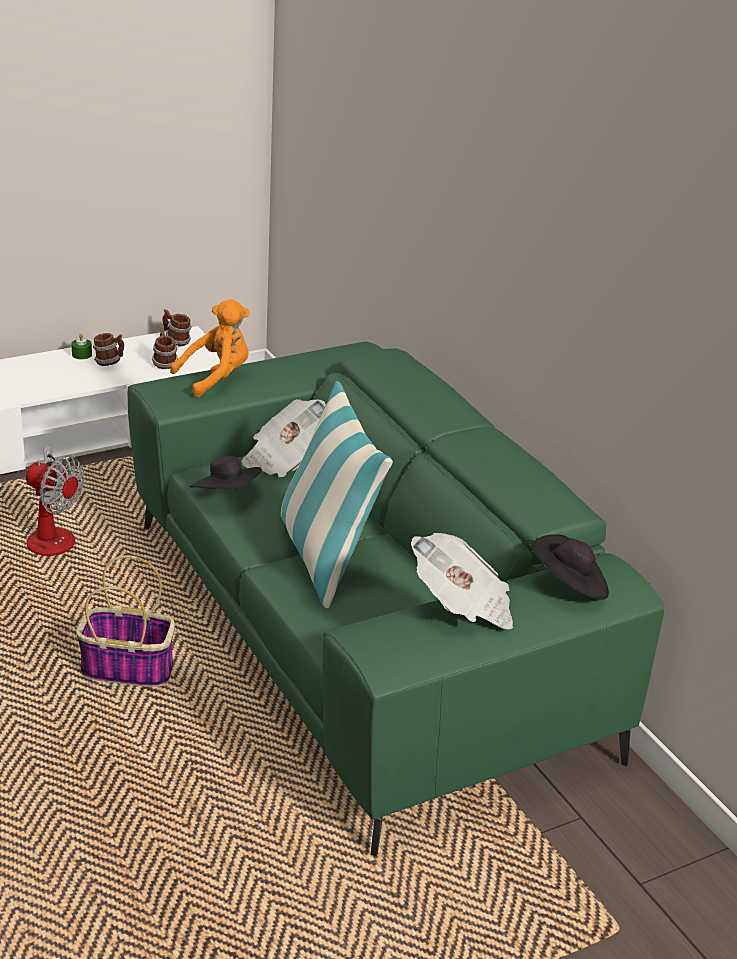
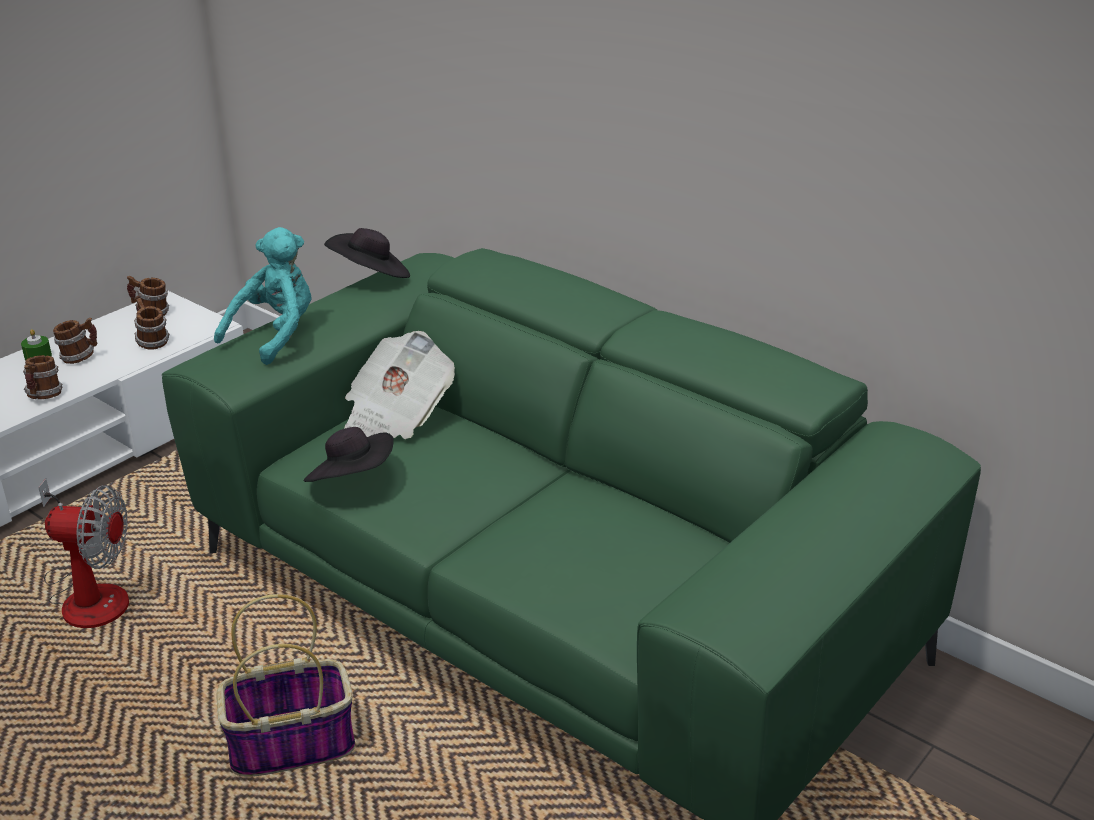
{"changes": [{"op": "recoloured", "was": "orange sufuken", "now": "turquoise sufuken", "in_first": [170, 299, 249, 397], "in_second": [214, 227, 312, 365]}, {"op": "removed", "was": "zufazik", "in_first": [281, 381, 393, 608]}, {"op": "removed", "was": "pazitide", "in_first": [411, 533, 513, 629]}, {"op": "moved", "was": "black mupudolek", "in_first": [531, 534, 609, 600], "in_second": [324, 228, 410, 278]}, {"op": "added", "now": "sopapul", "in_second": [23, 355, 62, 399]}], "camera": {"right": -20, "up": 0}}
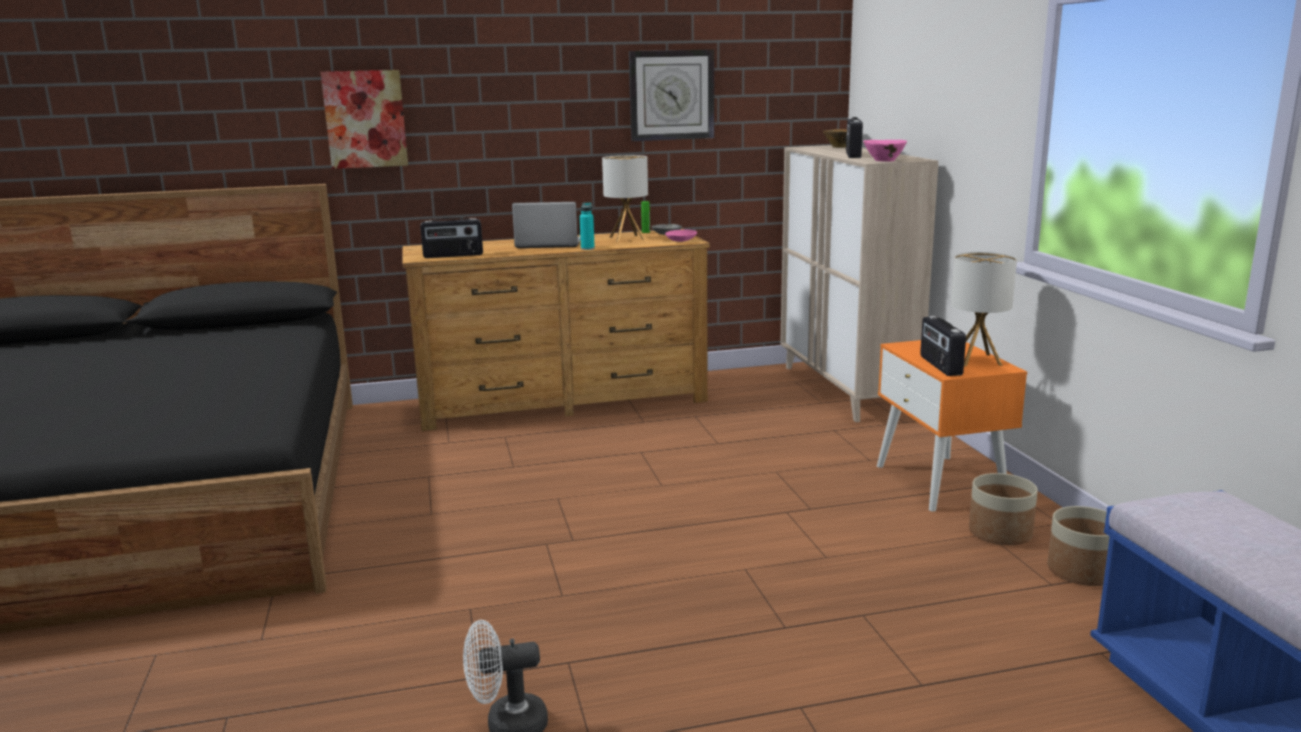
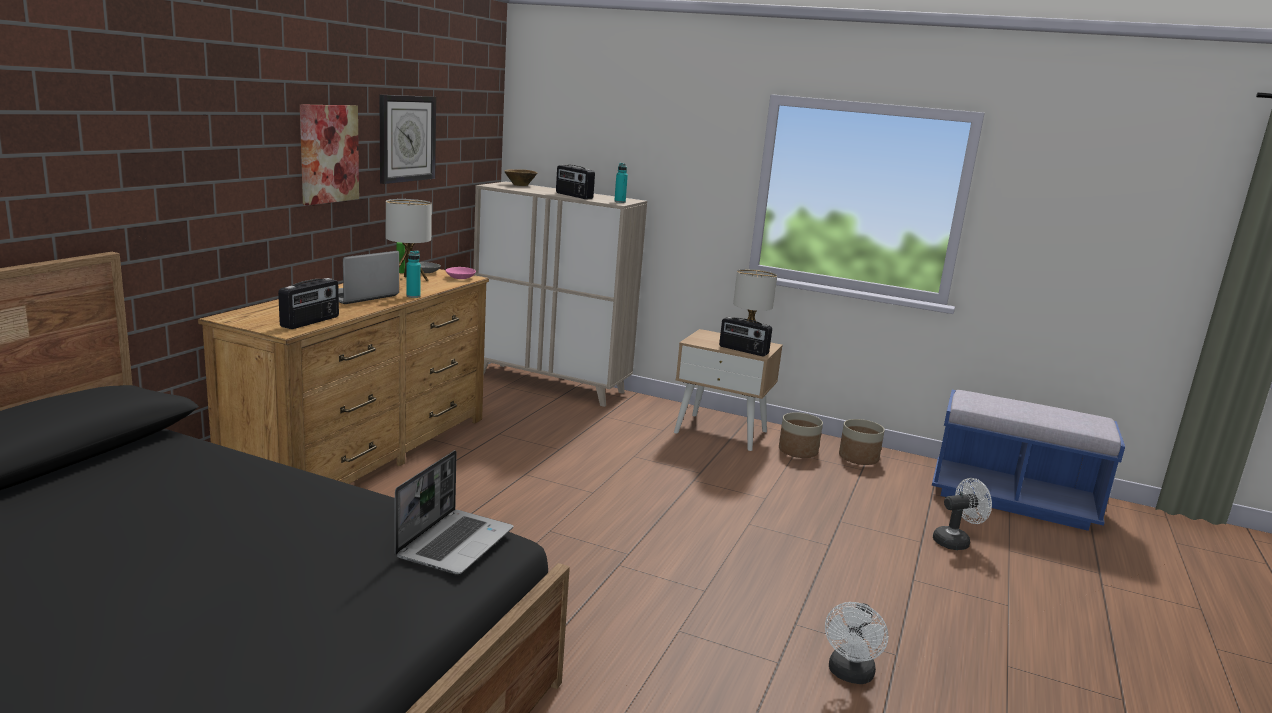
{"changes": [{"op": "moved", "was": "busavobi", "in_first": [321, 70, 408, 169], "in_second": [300, 104, 359, 205]}, {"op": "replaced", "was": "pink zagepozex", "now": "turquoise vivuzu", "in_first": [863, 140, 907, 162], "in_second": [614, 163, 628, 203]}, {"op": "recoloured", "was": "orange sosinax", "now": "beige sosinax", "in_first": [877, 340, 1027, 512], "in_second": [674, 329, 783, 451]}, {"op": "added", "now": "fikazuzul", "in_second": [395, 450, 513, 574]}, {"op": "added", "now": "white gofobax", "in_second": [933, 478, 992, 550]}], "camera": {"right": -55, "up": 0}}
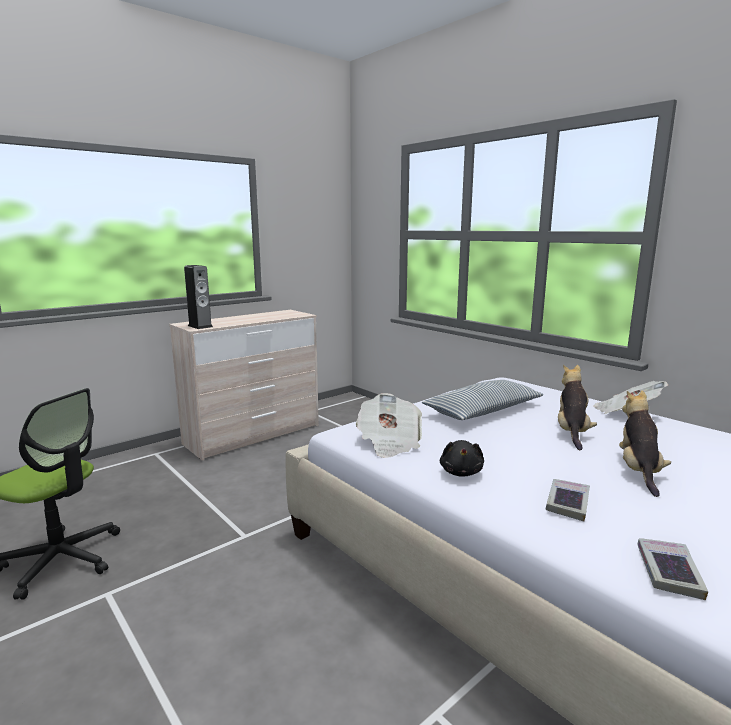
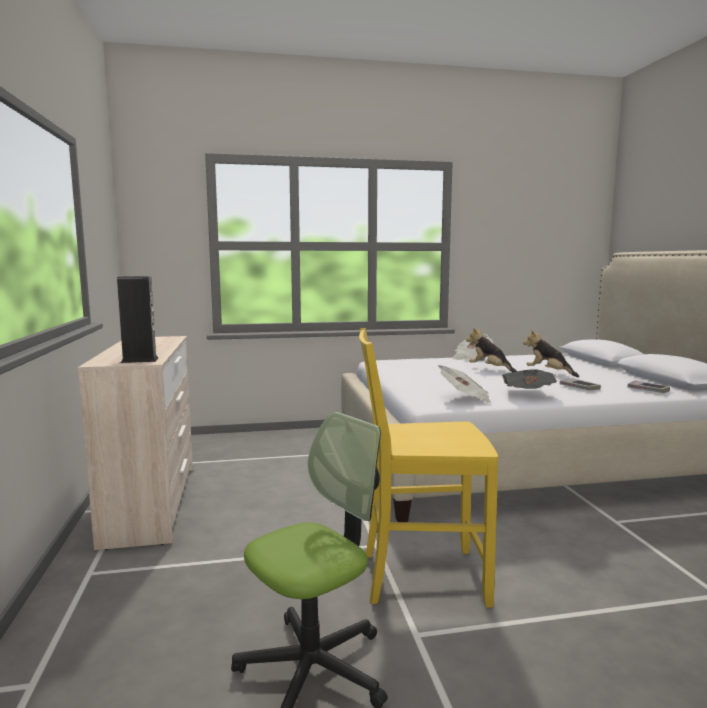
{"changes": [{"op": "removed", "was": "zufazik", "in_first": [422, 380, 543, 420]}, {"op": "replaced", "was": "black sufuken", "now": "pazitide", "in_first": [440, 440, 484, 477], "in_second": [502, 369, 557, 389]}, {"op": "added", "now": "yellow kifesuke", "in_second": [359, 328, 498, 608]}], "camera": {"right": -60, "up": -5}}
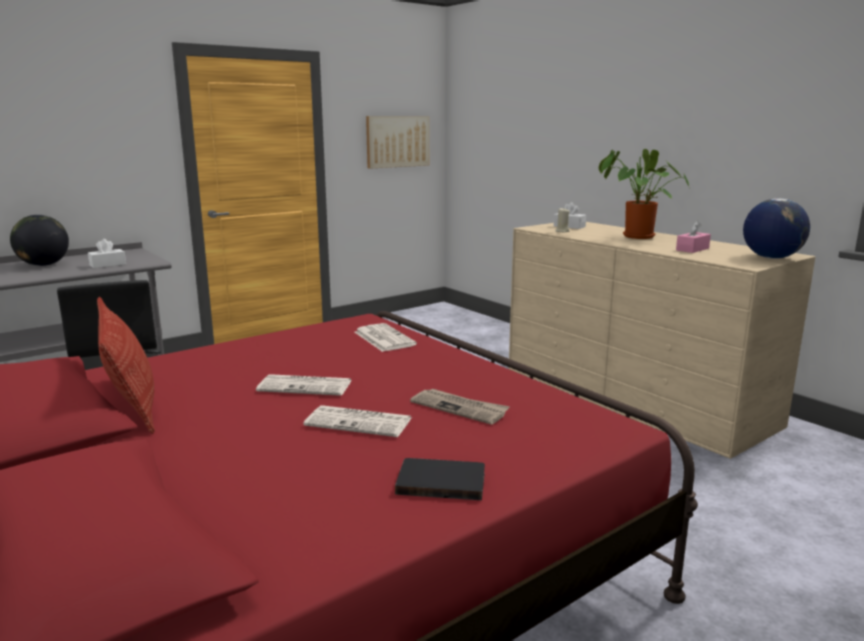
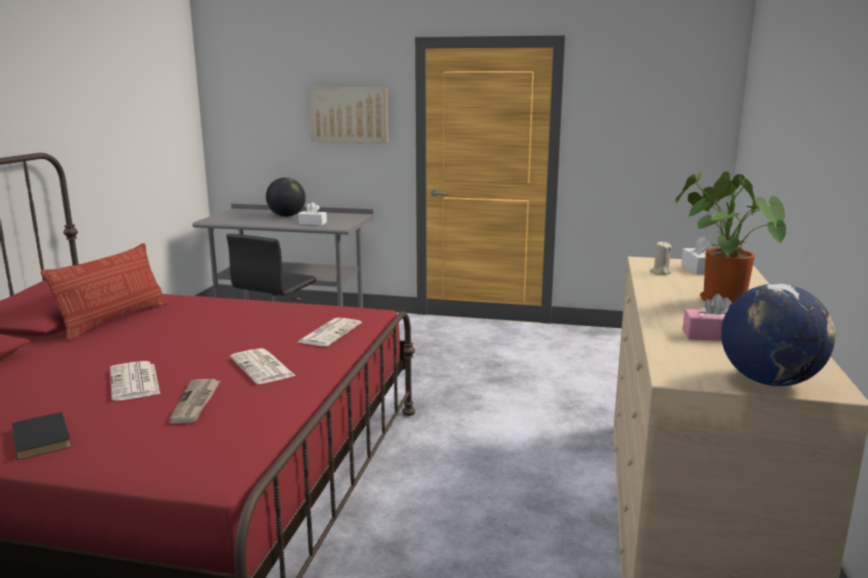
{"changes": [{"op": "moved", "was": "pazitide", "in_first": [256, 374, 352, 396], "in_second": [230, 348, 296, 384]}, {"op": "moved", "was": "busavobi", "in_first": [366, 116, 430, 169], "in_second": [309, 87, 388, 143]}], "camera": {"right": 50, "up": 0}}
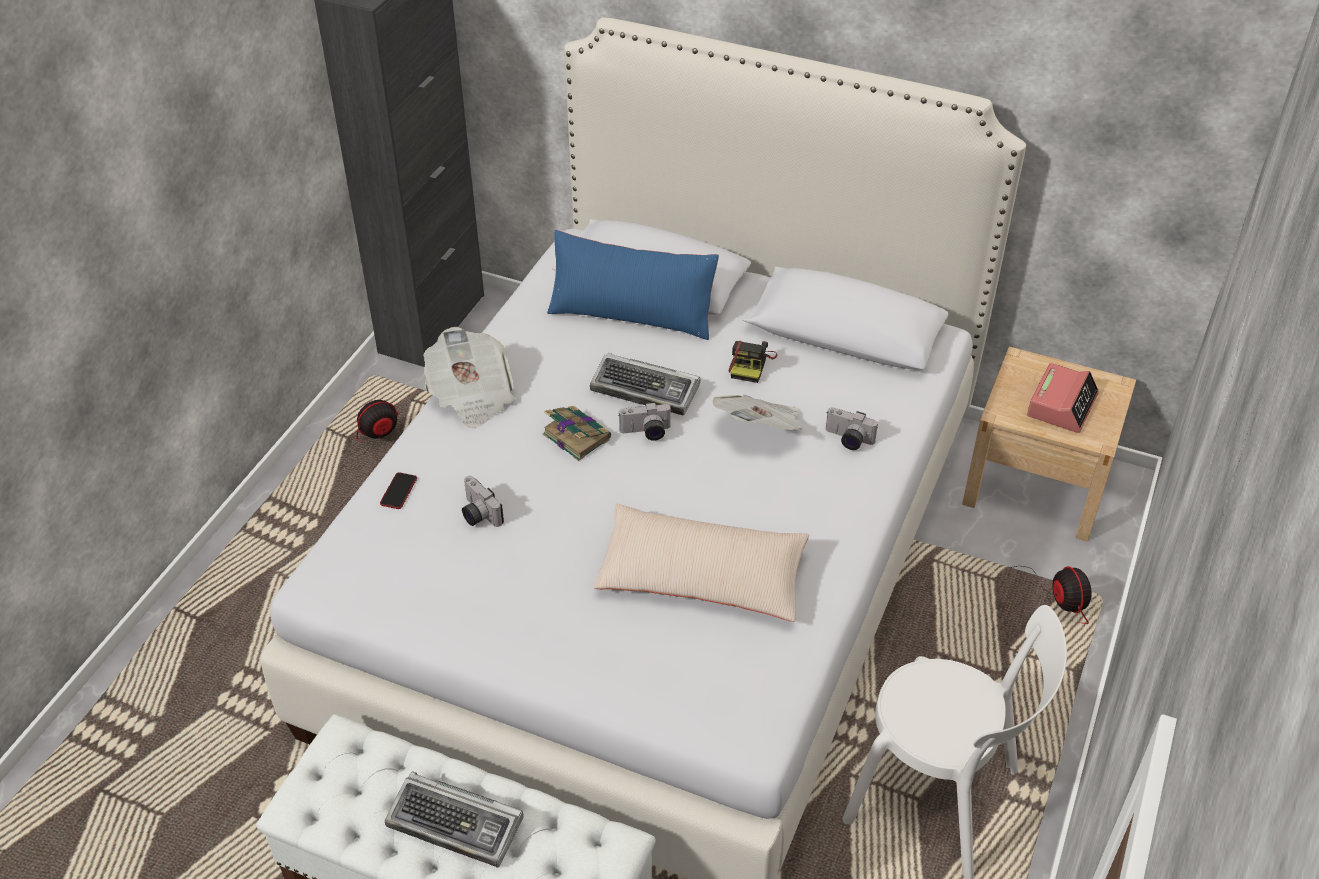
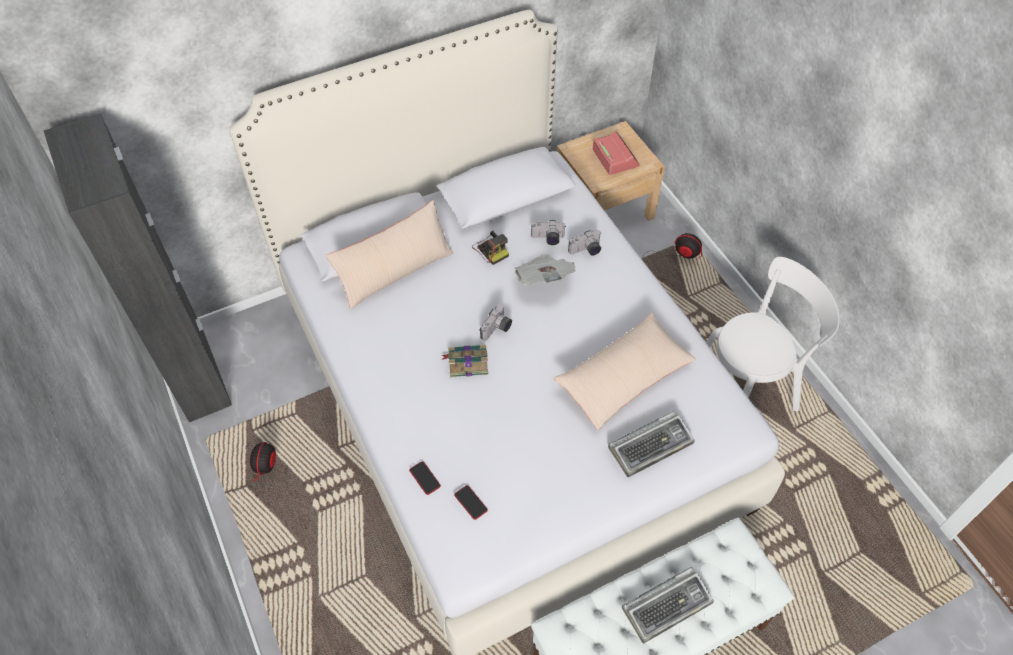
{"changes": [{"op": "removed", "was": "pazitide", "in_first": [424, 327, 515, 429]}, {"op": "moved", "was": "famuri", "in_first": [462, 476, 504, 527], "in_second": [531, 220, 565, 245]}, {"op": "recoloured", "was": "blue zufazik", "now": "beige zufazik", "in_first": [547, 230, 719, 340], "in_second": [326, 200, 453, 309]}, {"op": "moved", "was": "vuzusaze", "in_first": [590, 353, 701, 415], "in_second": [608, 411, 695, 477]}, {"op": "added", "now": "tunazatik", "in_second": [454, 485, 488, 520]}], "camera": {"right": -50, "up": 10}}
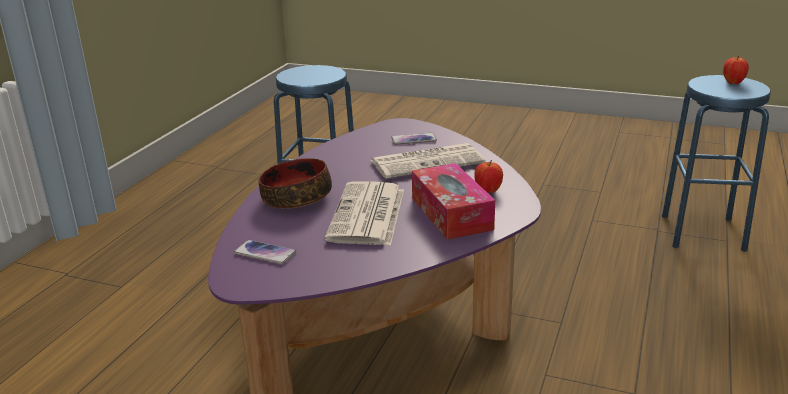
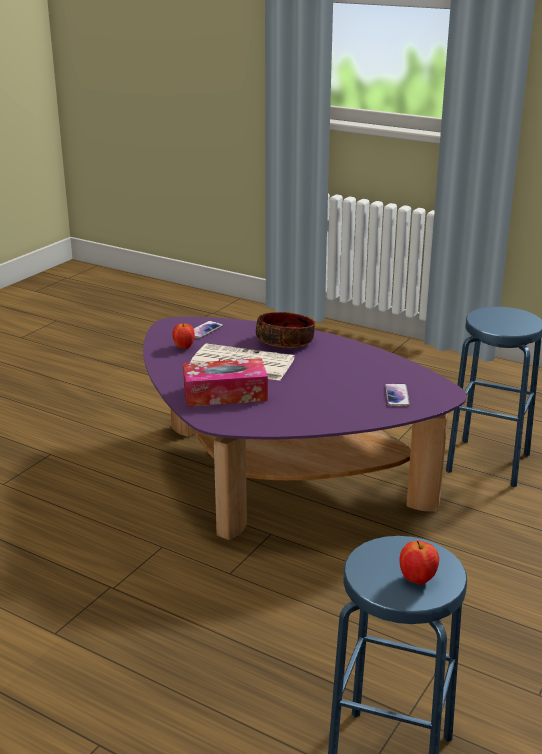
{"changes": [{"op": "removed", "was": "pazitide", "in_first": [371, 143, 486, 179]}, {"op": "moved", "was": "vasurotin", "in_first": [474, 160, 503, 193], "in_second": [172, 323, 195, 349]}], "camera": {"right": 100, "up": 0}}
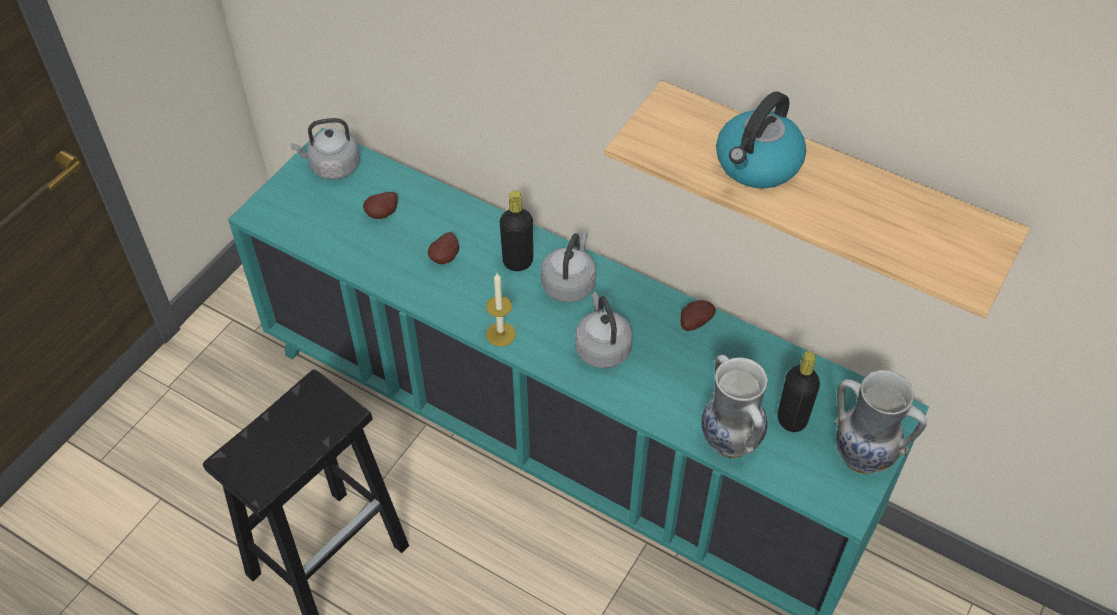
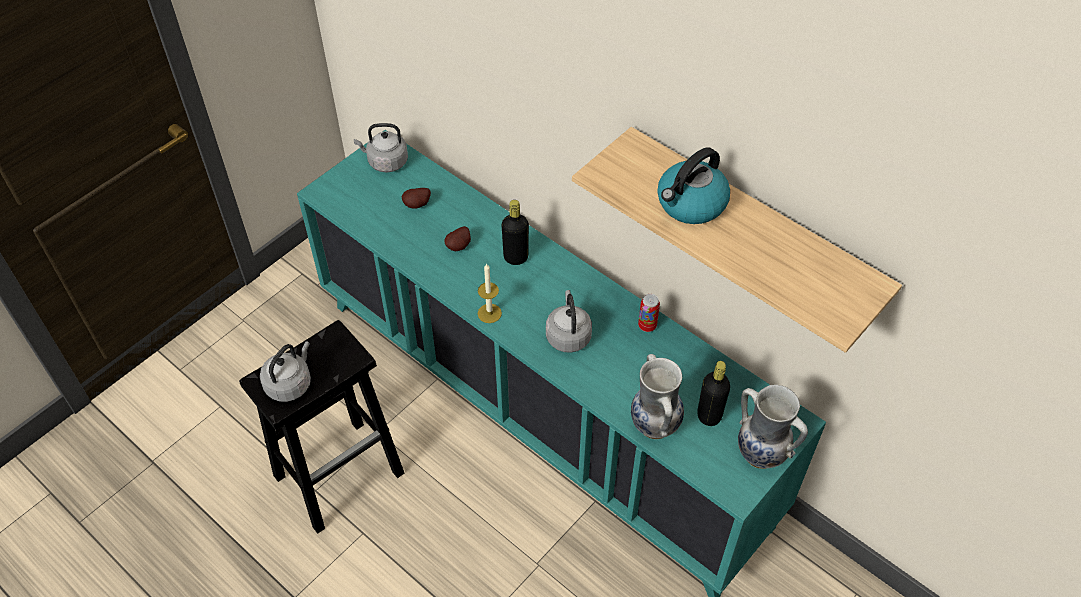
{"changes": [{"op": "moved", "was": "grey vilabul", "in_first": [541, 232, 596, 303], "in_second": [260, 341, 311, 402]}, {"op": "replaced", "was": "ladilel", "now": "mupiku", "in_first": [681, 300, 716, 331], "in_second": [638, 294, 660, 332]}], "camera": {"right": 10, "up": 0}}
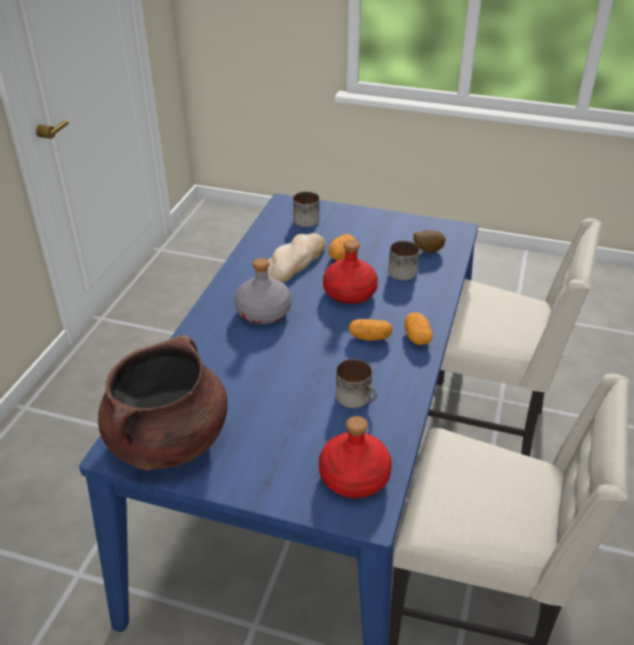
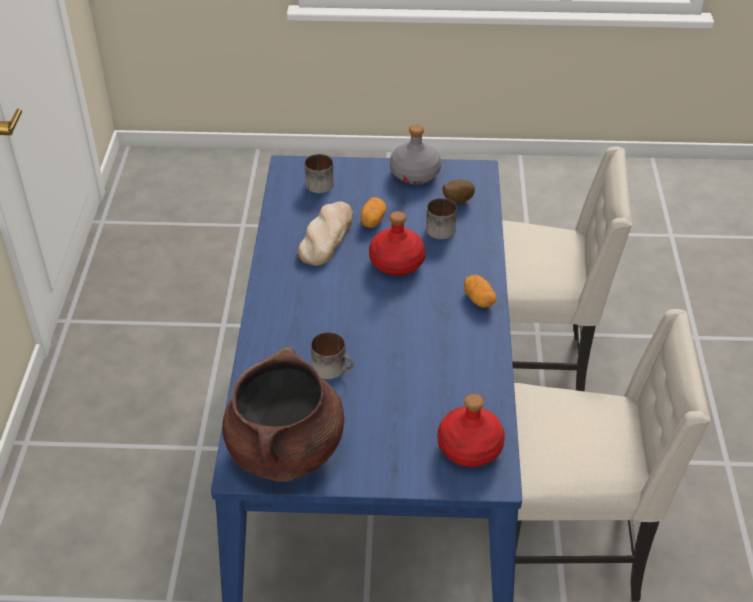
{"changes": [{"op": "moved", "was": "grey vivuzu", "in_first": [234, 258, 291, 324], "in_second": [390, 124, 441, 184]}, {"op": "moved", "was": "sopapul", "in_first": [336, 359, 377, 408], "in_second": [311, 332, 354, 379]}, {"op": "removed", "was": "ladilel", "in_first": [349, 319, 392, 341]}], "camera": {"right": -15, "up": 5}}
